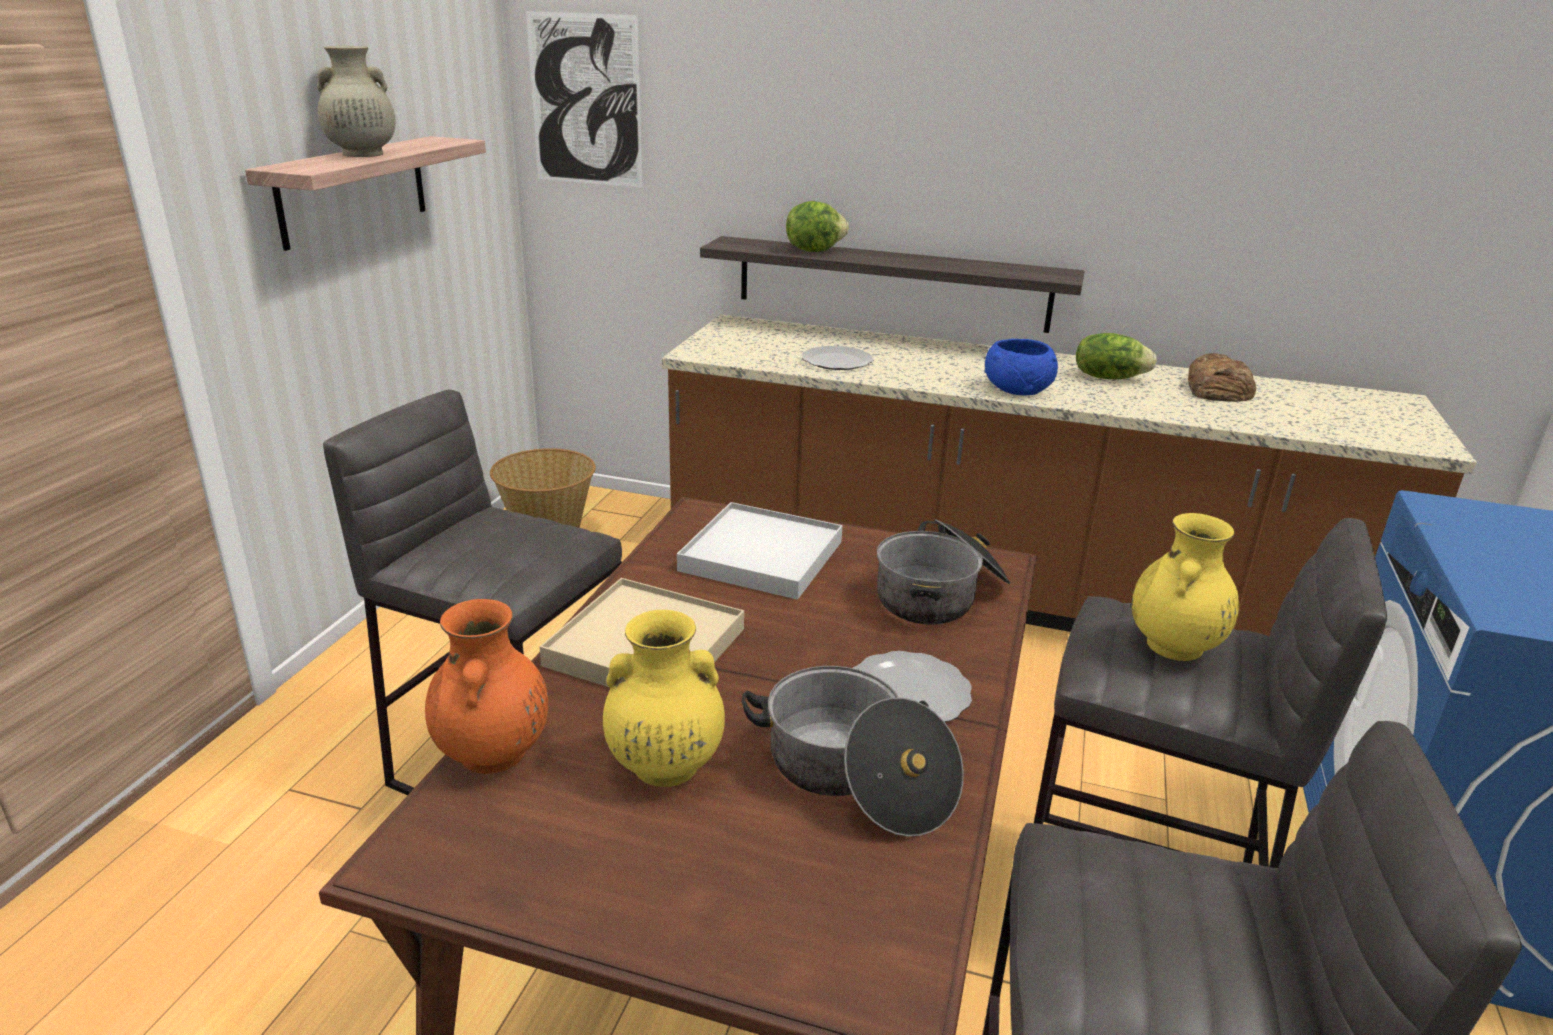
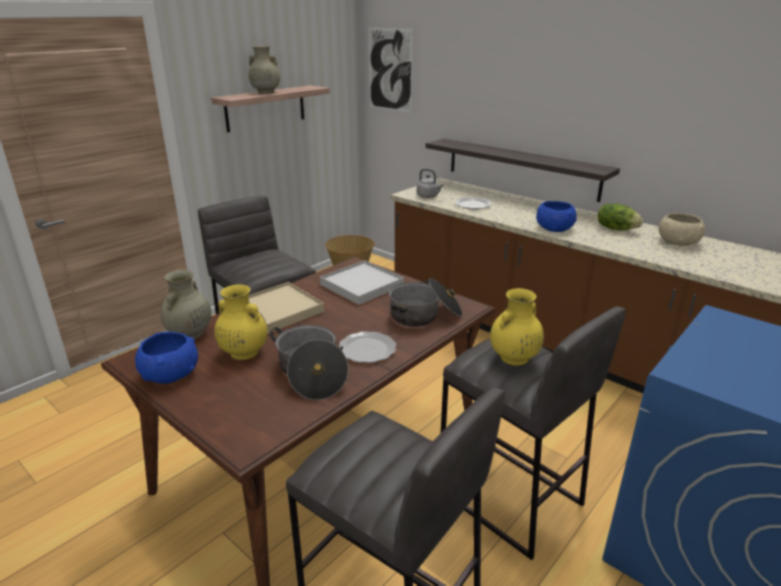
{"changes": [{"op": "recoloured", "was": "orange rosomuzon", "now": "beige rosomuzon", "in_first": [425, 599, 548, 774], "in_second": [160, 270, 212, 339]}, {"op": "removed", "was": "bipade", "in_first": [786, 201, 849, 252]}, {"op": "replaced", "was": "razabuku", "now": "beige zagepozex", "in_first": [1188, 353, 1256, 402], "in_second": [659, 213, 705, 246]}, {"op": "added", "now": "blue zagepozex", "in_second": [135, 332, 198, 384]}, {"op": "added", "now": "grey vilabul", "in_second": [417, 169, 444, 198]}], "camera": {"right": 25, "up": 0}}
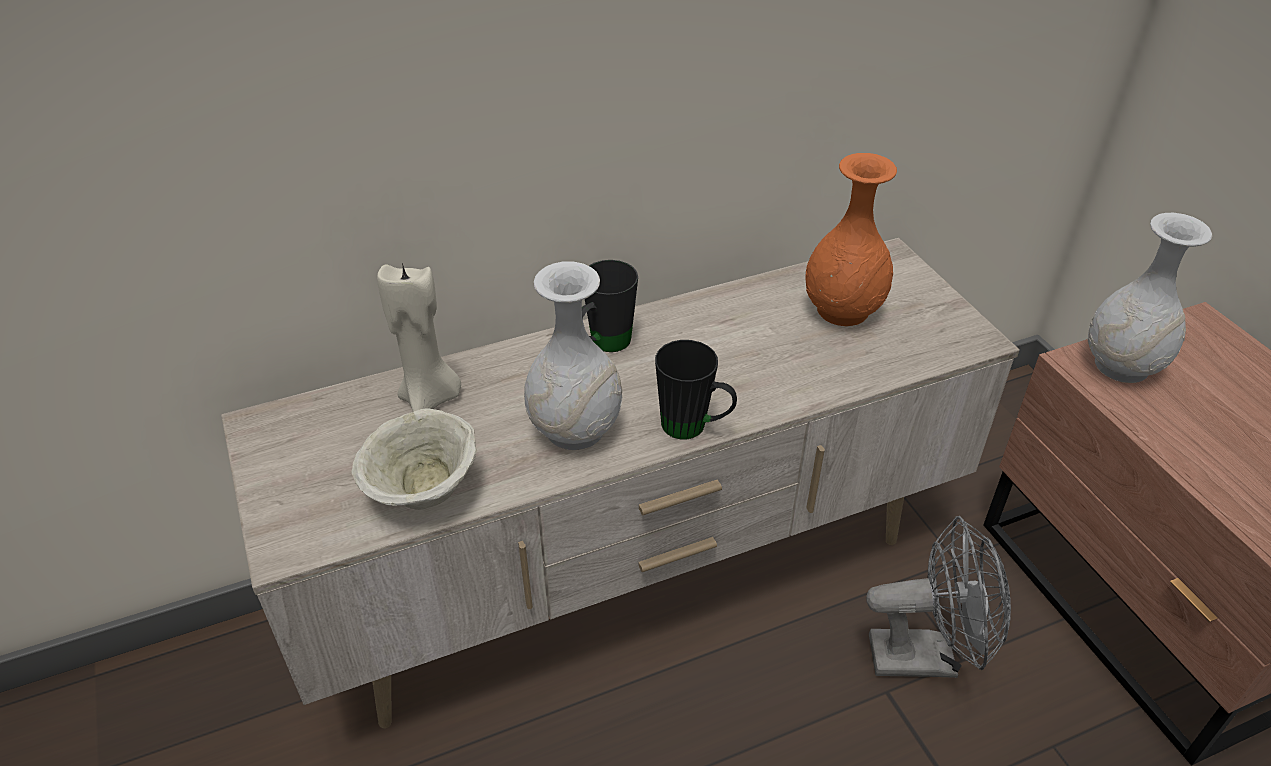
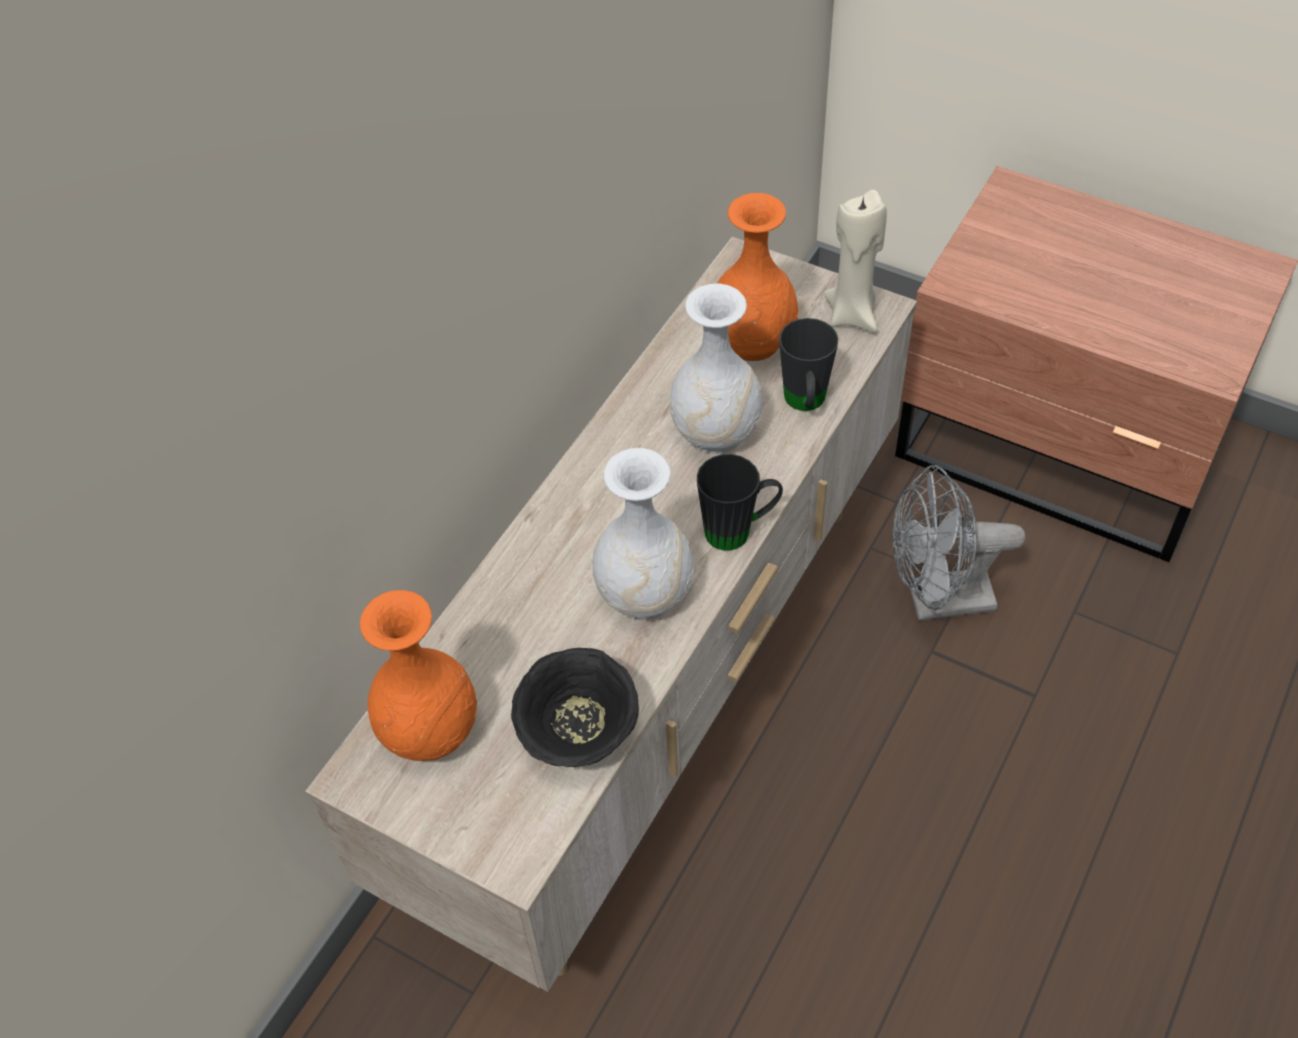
{"changes": [{"op": "recoloured", "was": "beige zagepozex", "now": "black zagepozex", "in_first": [352, 409, 477, 510], "in_second": [511, 648, 639, 767]}, {"op": "moved", "was": "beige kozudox", "in_first": [377, 263, 461, 412], "in_second": [824, 190, 887, 333]}, {"op": "moved", "was": "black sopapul", "in_first": [582, 260, 638, 352], "in_second": [779, 318, 838, 411]}, {"op": "turned", "was": "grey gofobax", "in_first": [866, 516, 1011, 678], "in_second": [892, 465, 1025, 621], "clockwise": -150}, {"op": "moved", "was": "white rosomuzon", "in_first": [1088, 213, 1212, 383], "in_second": [670, 283, 762, 454]}, {"op": "added", "now": "orange rosomuzon", "in_second": [360, 590, 477, 761]}], "camera": {"right": -35, "up": 10}}
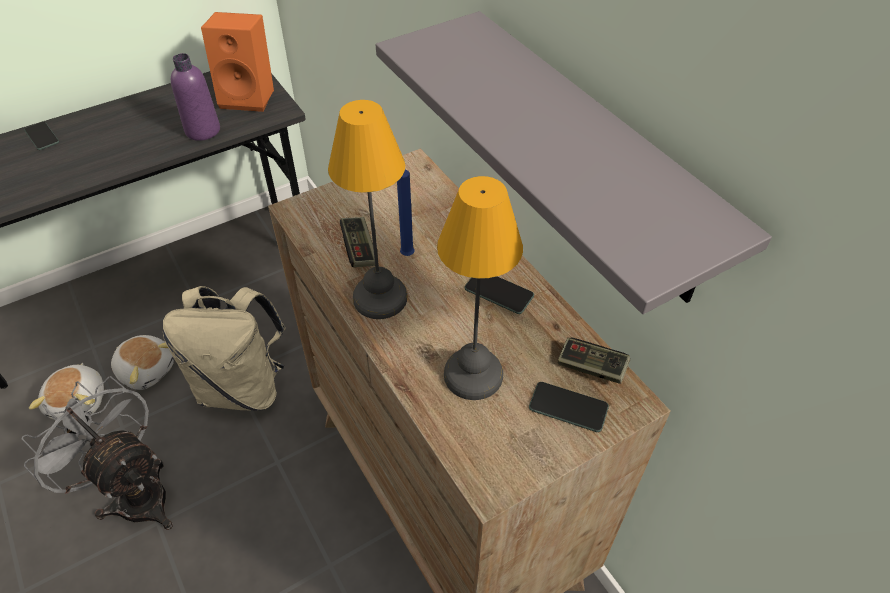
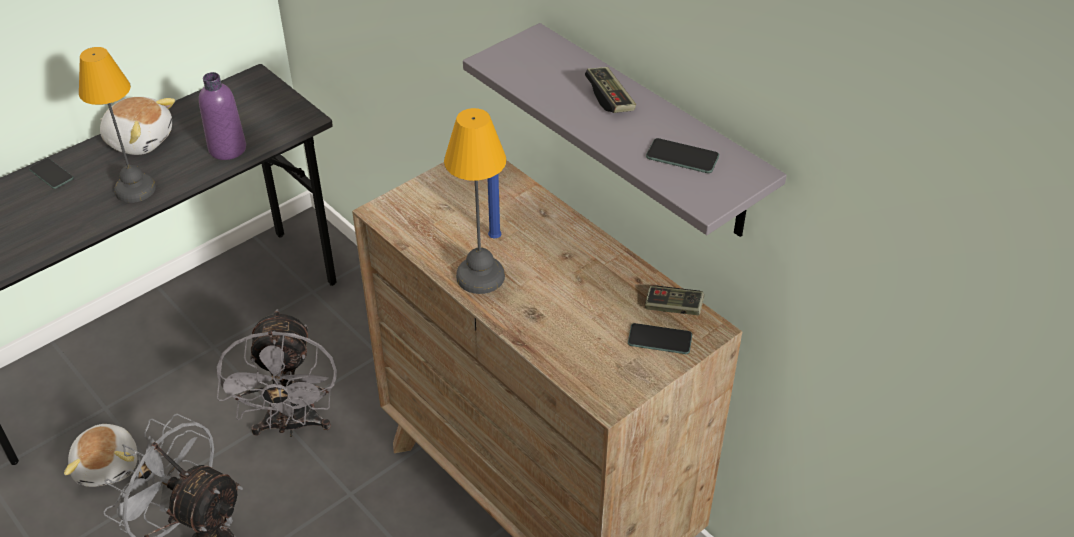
{"changes": [{"op": "moved", "was": "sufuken", "in_first": [111, 335, 174, 390], "in_second": [100, 97, 175, 155]}, {"op": "replaced", "was": "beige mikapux", "now": "grey gofobax", "in_first": [163, 286, 286, 411], "in_second": [217, 309, 337, 437]}, {"op": "removed", "was": "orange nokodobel", "in_first": [201, 12, 274, 112]}, {"op": "moved", "was": "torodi", "in_first": [340, 217, 375, 267], "in_second": [585, 67, 636, 113]}, {"op": "moved", "was": "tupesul", "in_first": [437, 176, 523, 400], "in_second": [79, 47, 156, 203]}, {"op": "moved", "was": "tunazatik", "in_first": [464, 276, 534, 314], "in_second": [646, 138, 719, 173]}], "camera": {"right": -10, "up": -5}}
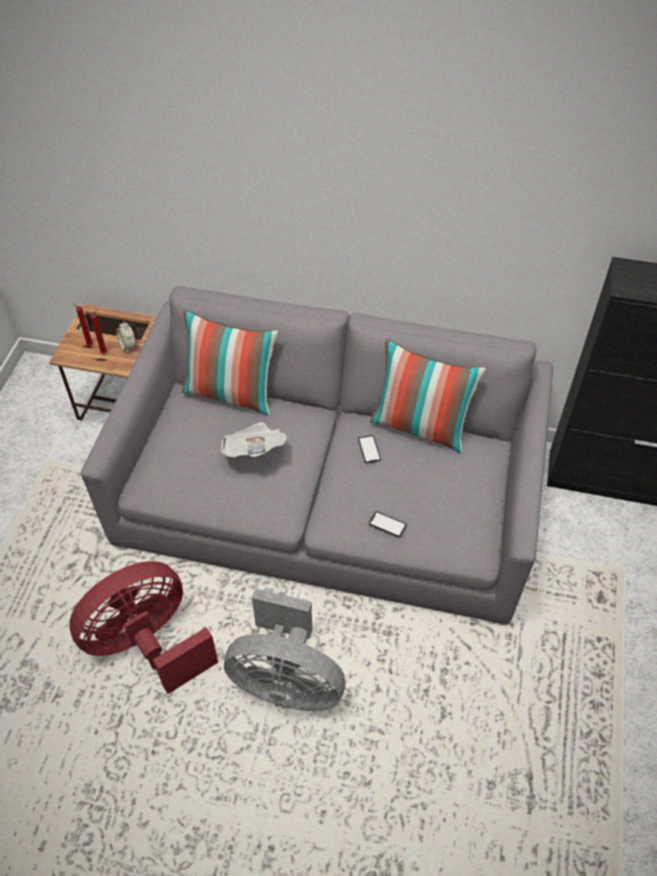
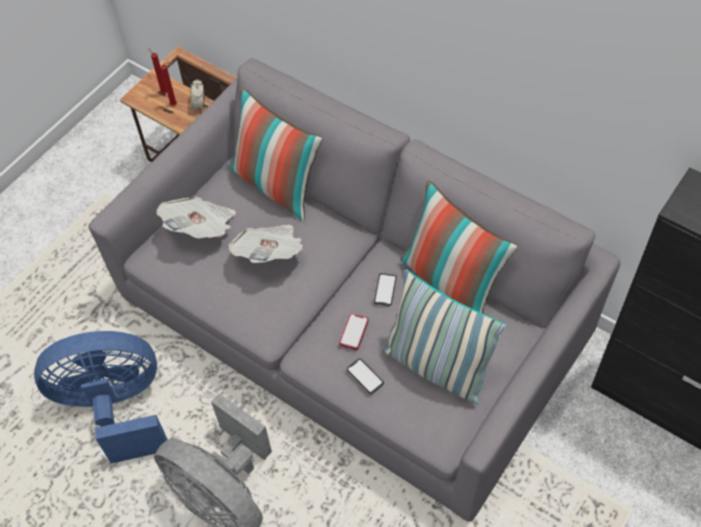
{"changes": [{"op": "recoloured", "was": "red gofobax", "now": "blue gofobax", "in_first": [69, 561, 218, 694], "in_second": [34, 331, 168, 464]}, {"op": "added", "now": "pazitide", "in_second": [157, 197, 236, 239]}, {"op": "added", "now": "tunazatik", "in_second": [339, 313, 369, 350]}, {"op": "added", "now": "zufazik", "in_second": [382, 269, 507, 404]}], "camera": {"right": 25, "up": 5}}
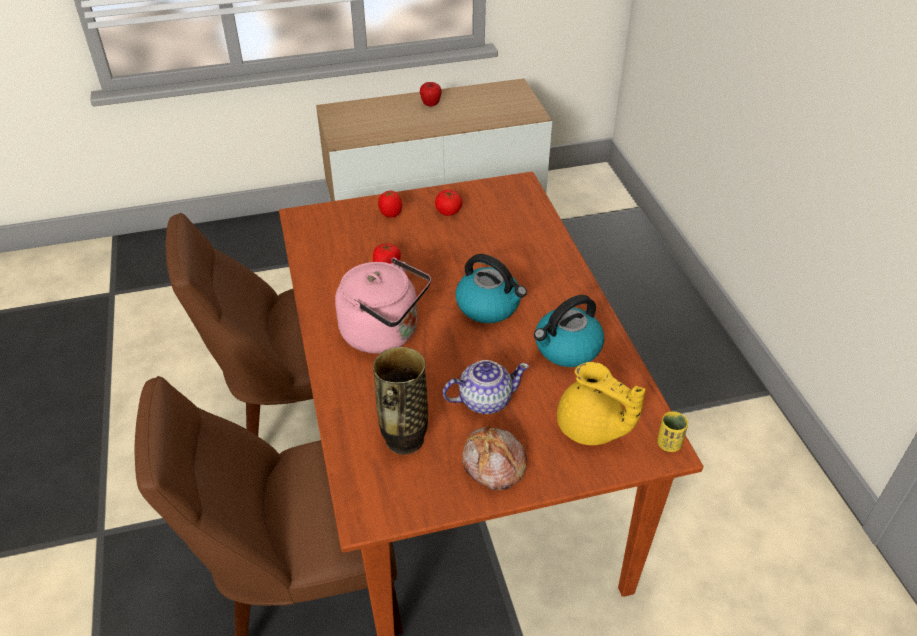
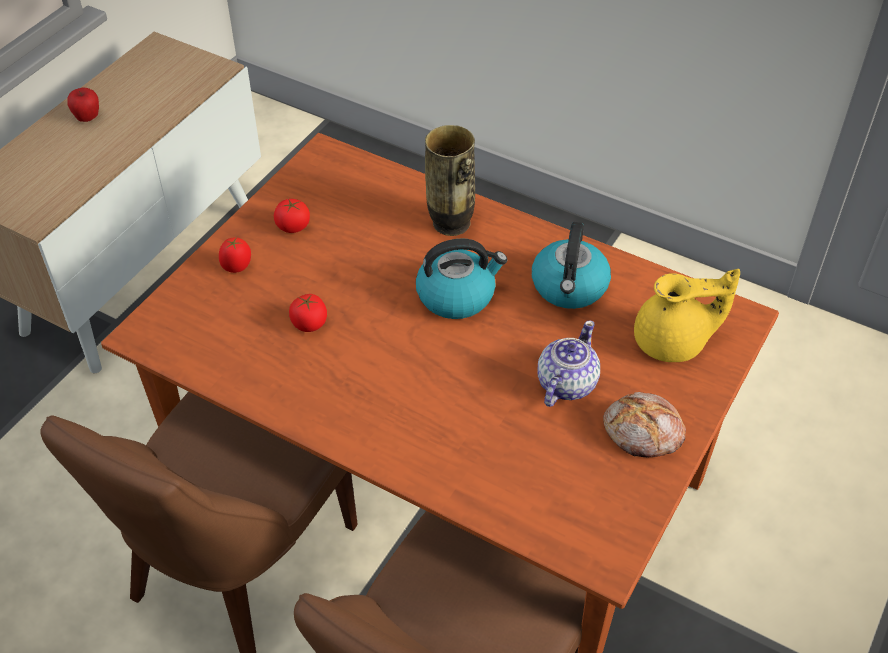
{"changes": [{"op": "removed", "was": "pink vilabul", "in_first": [335, 258, 431, 354]}, {"op": "moved", "was": "rosomuzon", "in_first": [373, 347, 428, 455], "in_second": [425, 125, 475, 236]}, {"op": "removed", "was": "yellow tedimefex", "in_first": [657, 411, 688, 452]}], "camera": {"right": -45, "up": 5}}
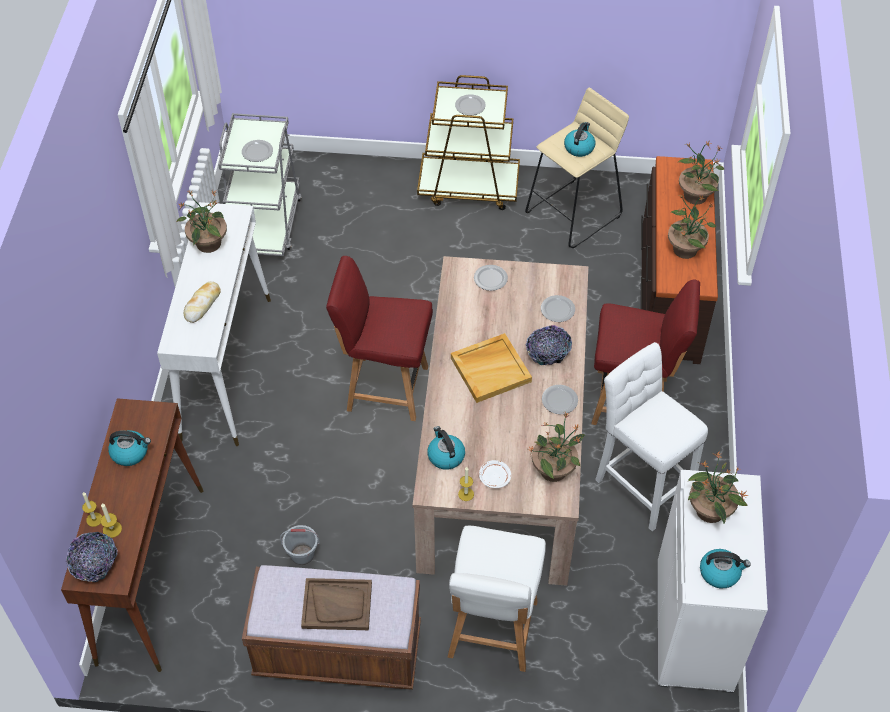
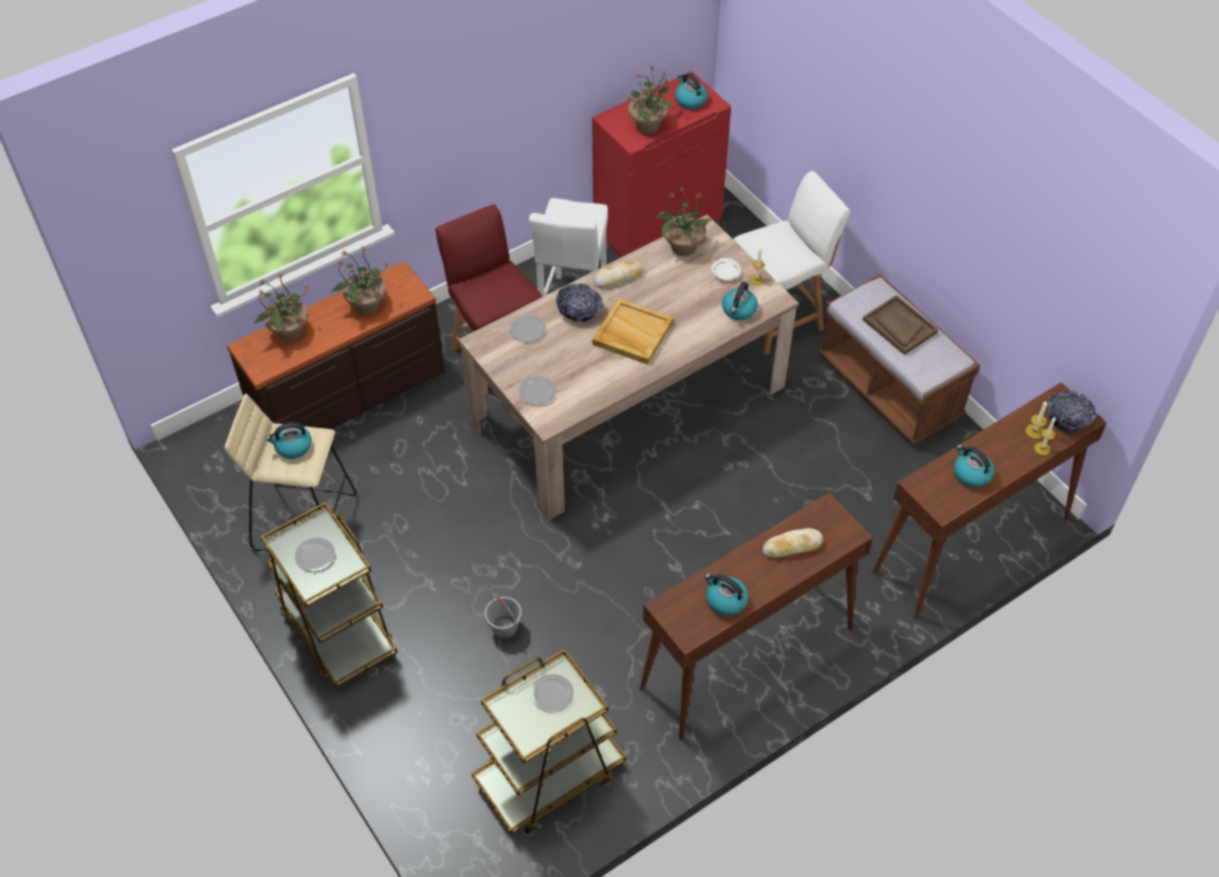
{"changes": [{"op": "recoloured", "was": "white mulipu", "now": "brown mulipu", "in_first": [157, 202, 271, 446], "in_second": [640, 492, 873, 741]}, {"op": "replaced", "was": "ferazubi", "now": "vilabul", "in_first": [177, 190, 227, 253], "in_second": [704, 573, 748, 616]}, {"op": "recoloured", "was": "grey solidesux", "now": "brown solidesux", "in_first": [218, 113, 302, 256], "in_second": [471, 649, 626, 834]}, {"op": "moved", "was": "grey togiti", "in_first": [280, 525, 320, 565], "in_second": [484, 593, 522, 639]}, {"op": "removed", "was": "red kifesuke", "in_first": [326, 256, 433, 421]}, {"op": "replaced", "was": "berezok", "now": "razabuku", "in_first": [542, 385, 578, 414], "in_second": [594, 261, 644, 287]}, {"op": "recoloured", "was": "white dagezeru", "now": "red dagezeru", "in_first": [658, 470, 768, 693], "in_second": [592, 71, 731, 257]}], "camera": {"right": -130, "up": 0}}
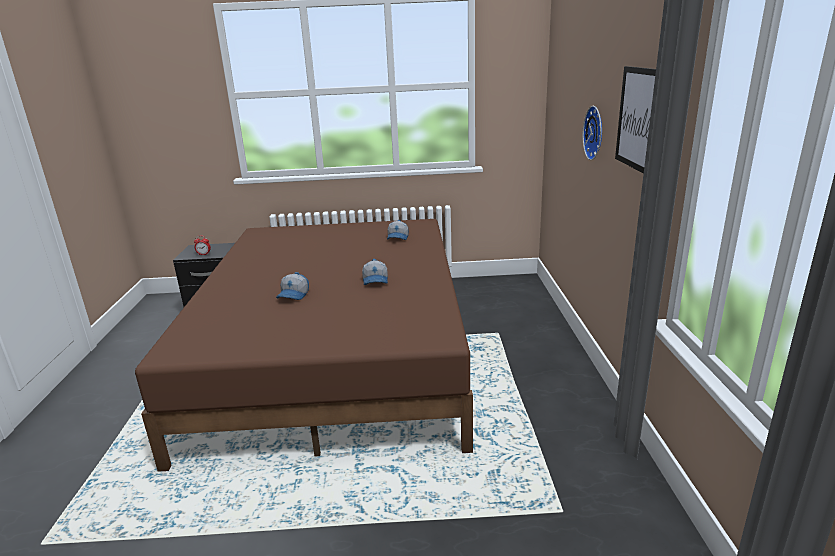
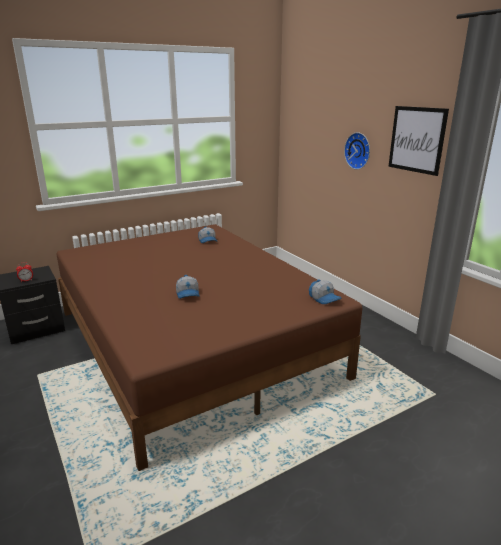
{"changes": [{"op": "moved", "was": "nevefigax", "in_first": [362, 259, 388, 285], "in_second": [309, 279, 342, 304]}], "camera": {"right": -30, "up": 0}}
